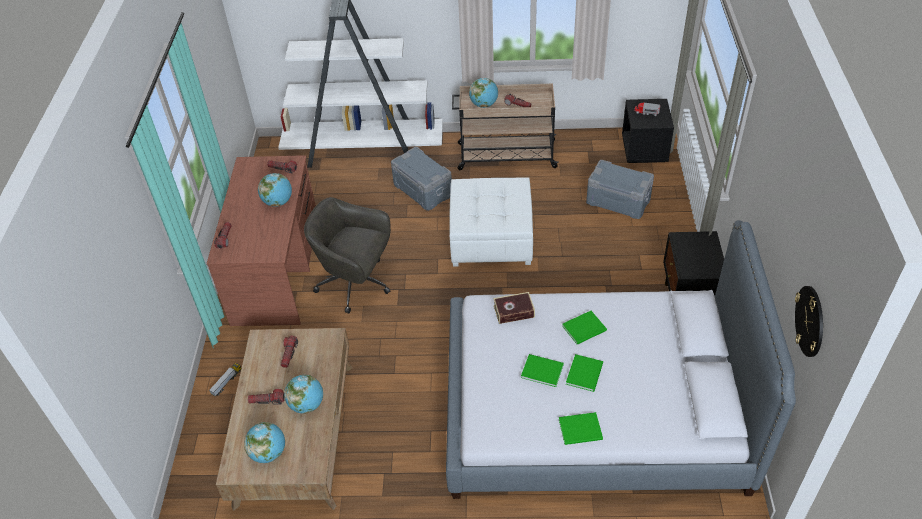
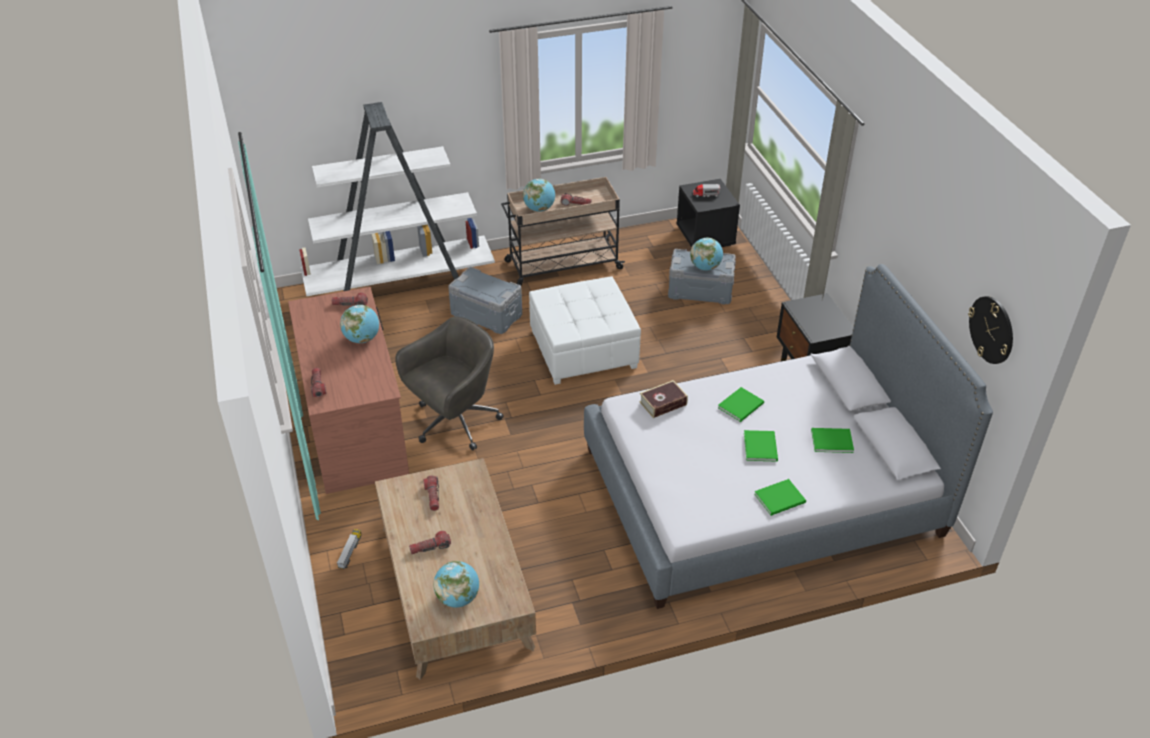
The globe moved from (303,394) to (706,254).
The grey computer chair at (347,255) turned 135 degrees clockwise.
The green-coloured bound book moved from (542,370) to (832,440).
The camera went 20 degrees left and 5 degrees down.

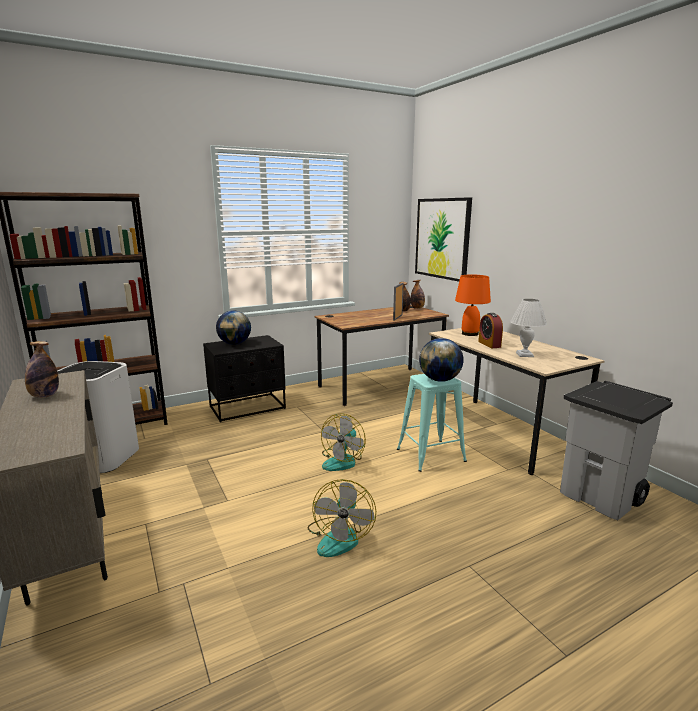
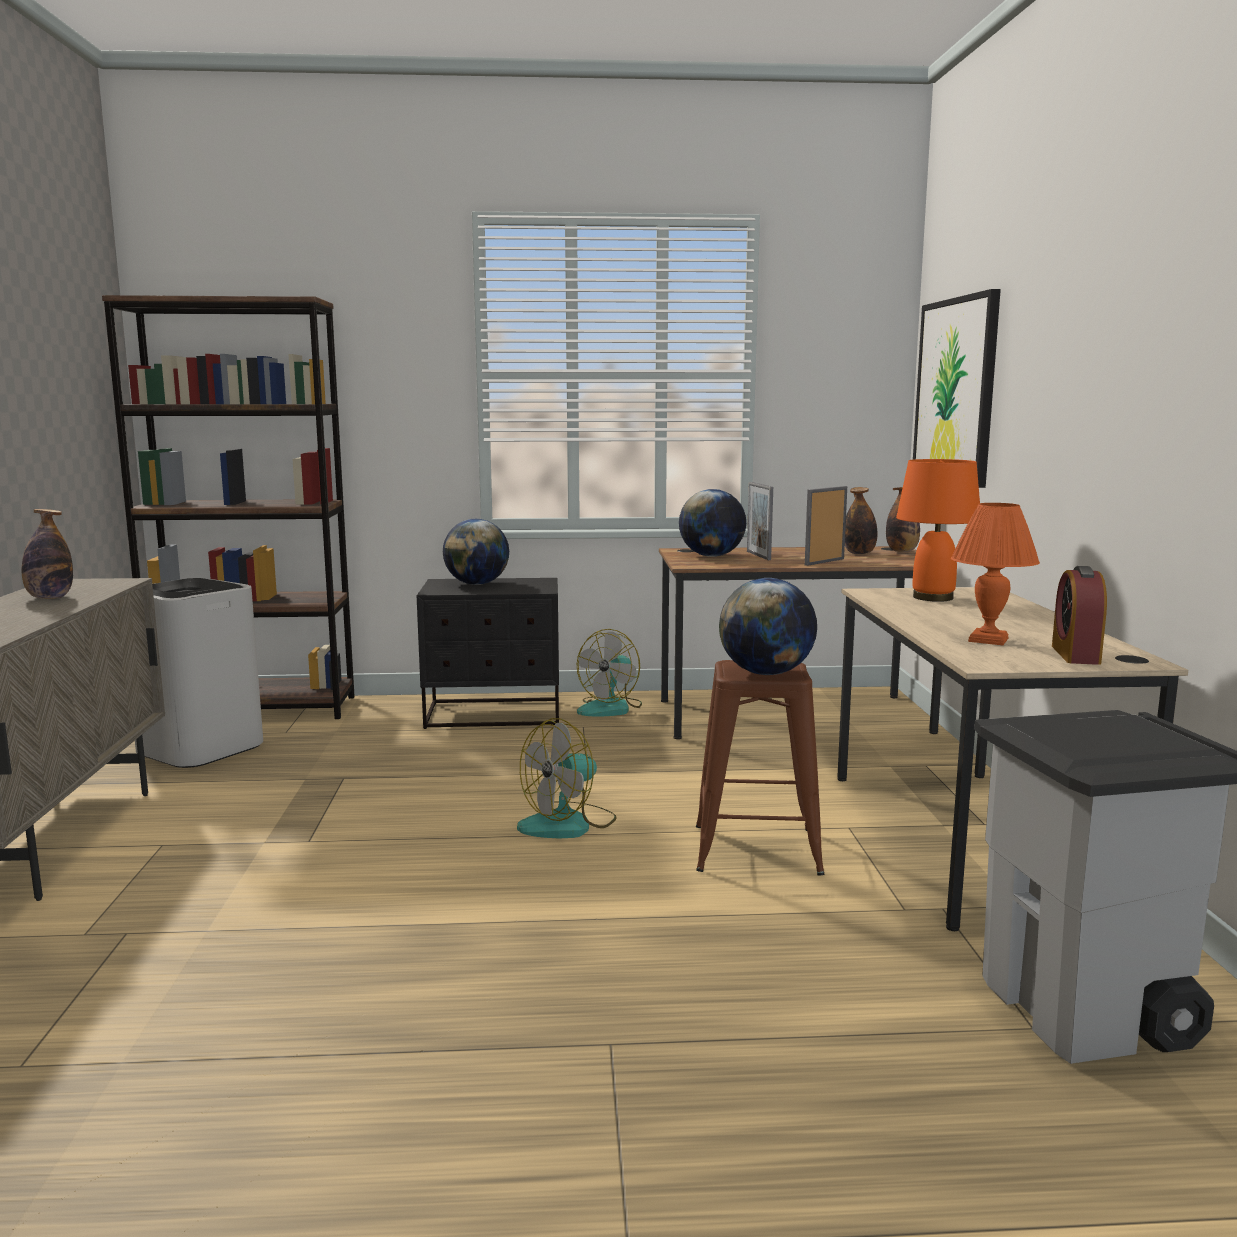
The fan moved from (342,518) to (609,673).
The turquoise-coloured stool seat at (432,423) became the brown-coloured stool seat at (760,768).
The alarm clock moved from (490,330) to (1079,615).
The whitish table lamp at (528,328) became the orangey table lamp at (995,574).
The globe at (712,523) appeared.
The standing frame at (760,521) appeared.
The camera went 25 degrees right and 5 degrees down.

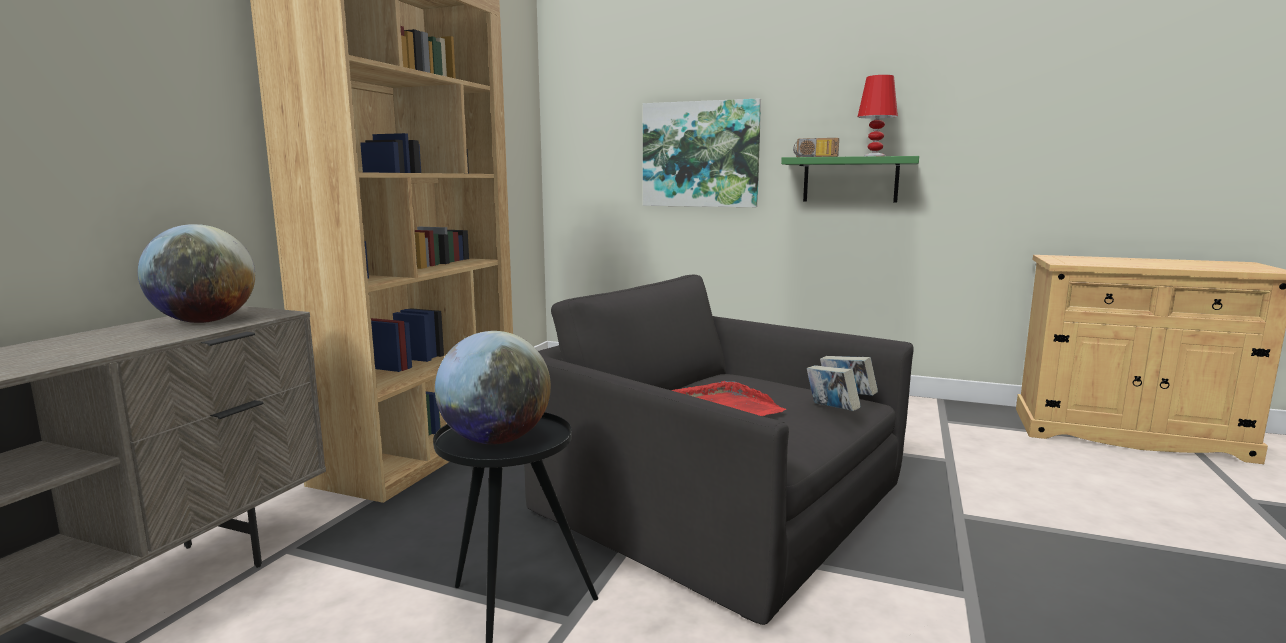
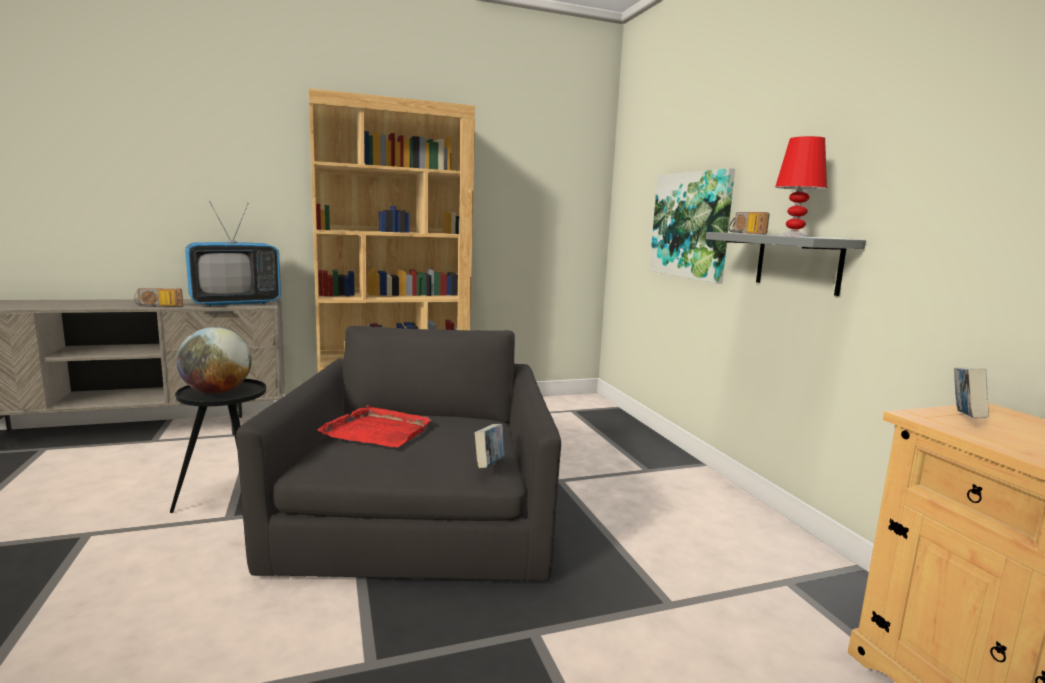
The globe at (196,273) was replaced by the television at (233,253).
The green-coloured wall shelf at (850,179) became the grey wall shelf at (786,264).
The bound book moved from (834,388) to (971,393).
The radio set at (158,297) appeared.
The camera went 50 degrees right and 0 degrees up.

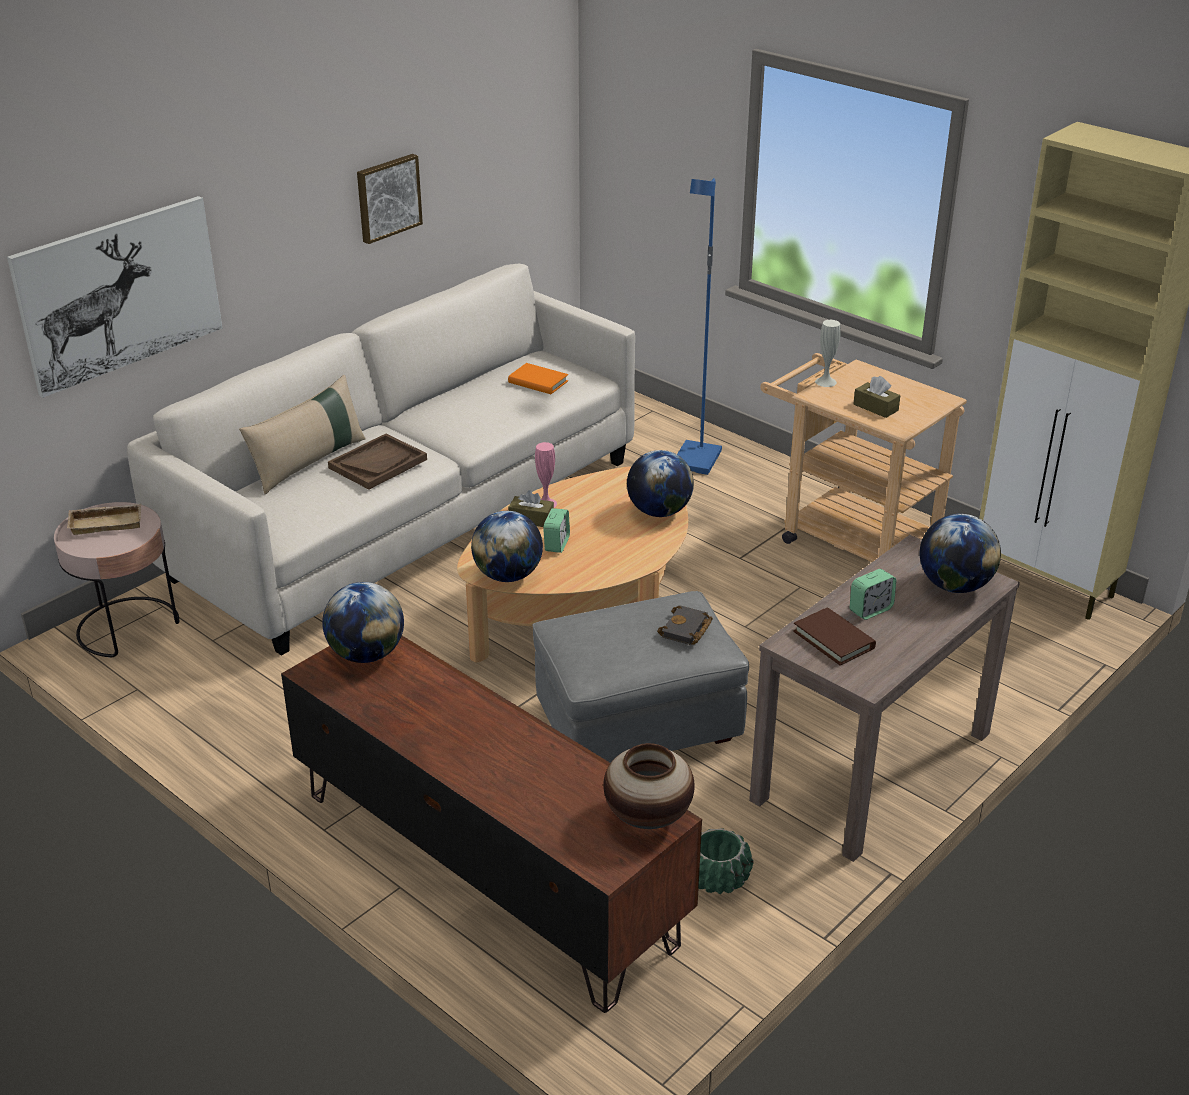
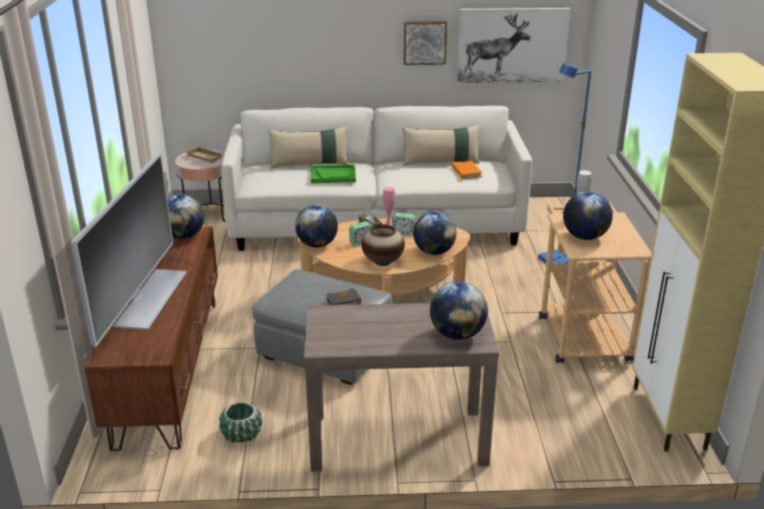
The wall picture moved from (114,297) to (513,46).
The brown-coloured serving tray at (377,461) became the green-coloured serving tray at (333,173).
The flower vase moved from (649,786) to (383,245).
The brown-coloured bound book at (834,636) disappeared.
The alarm clock moved from (873,594) to (403,224).
The brown-coloured box of tissues at (876,397) was replaced by the globe at (588,216).
The television at (129,250) appeared.
The beige-coloured throw pillow at (441,145) appeared.
The camera went 45 degrees right and 5 degrees down.

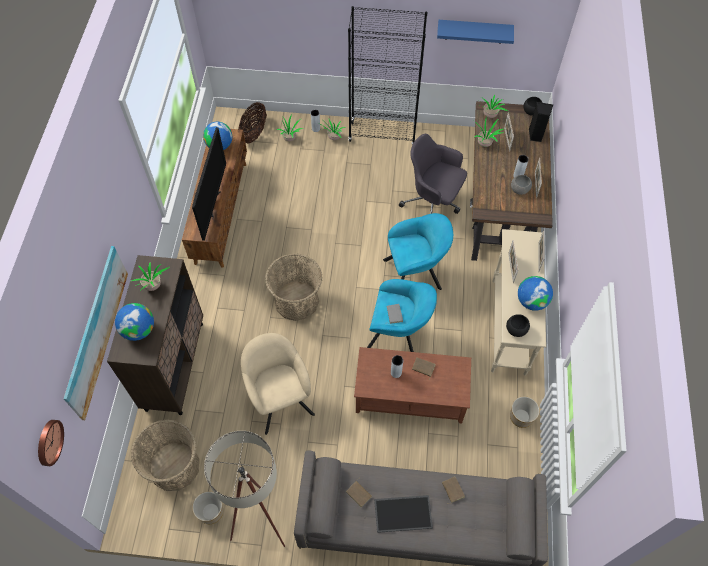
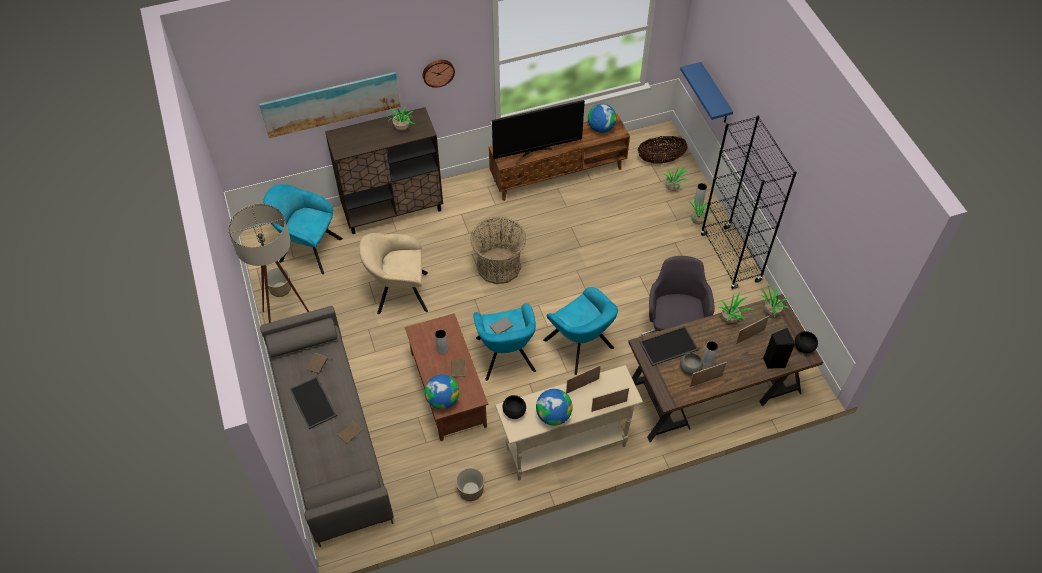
The clock on the wall moved from (51,443) to (439,74).
The globe moved from (134,322) to (442,391).
The household basket at (165,455) was replaced by the turquoise-coloured lounge chair at (303,229).
The beige-coloured lounge chair at (278,384) turned 135 degrees counterclockwise.
The blue-coloured wall shelf moved from (475,32) to (706,92).
The serving tray at (669,346) appeared.
The camera went 65 degrees right and 5 degrees down.

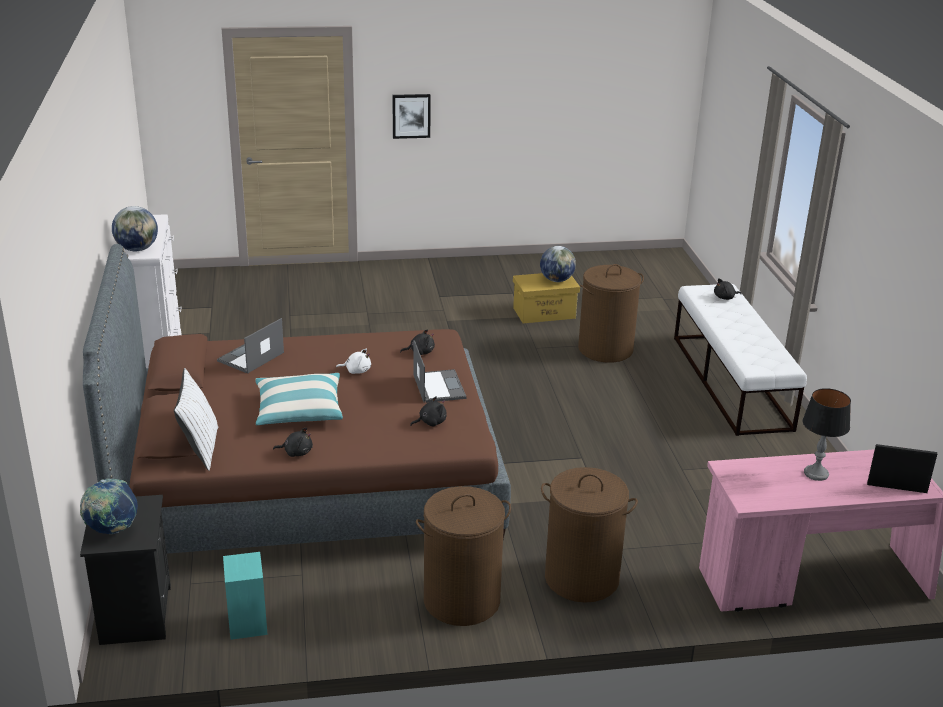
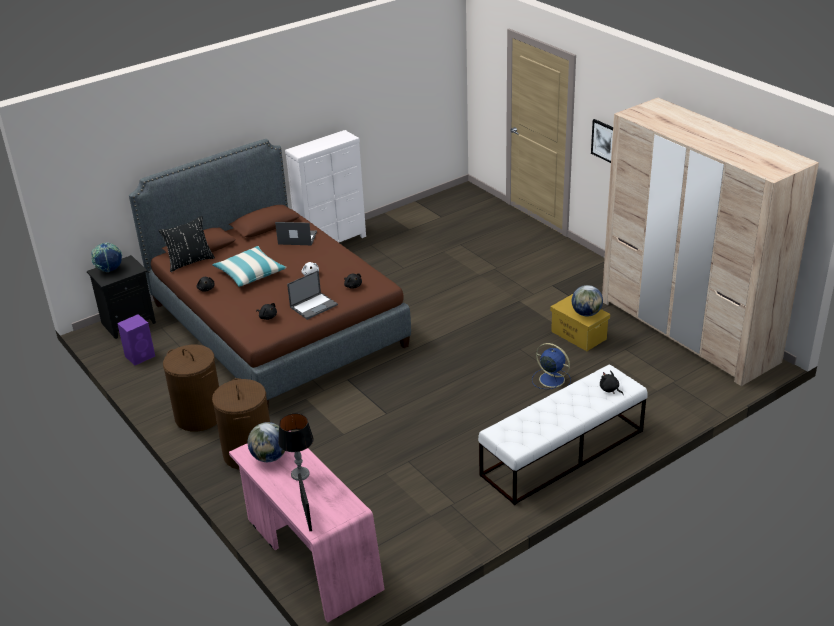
The globe moved from (135,228) to (266,442).
The whitish throw pillow at (196,419) became the black-coloured throw pillow at (186,244).
The turquoise-coloured speaker at (245,596) became the purple-coloured speaker at (136,339).
The brown-coloured washing basket at (611,313) was replaced by the blue-coloured fan at (551,366).
The beige-coloured wardrobe at (710,242) appeared.
The camera went 65 degrees right and 5 degrees up.

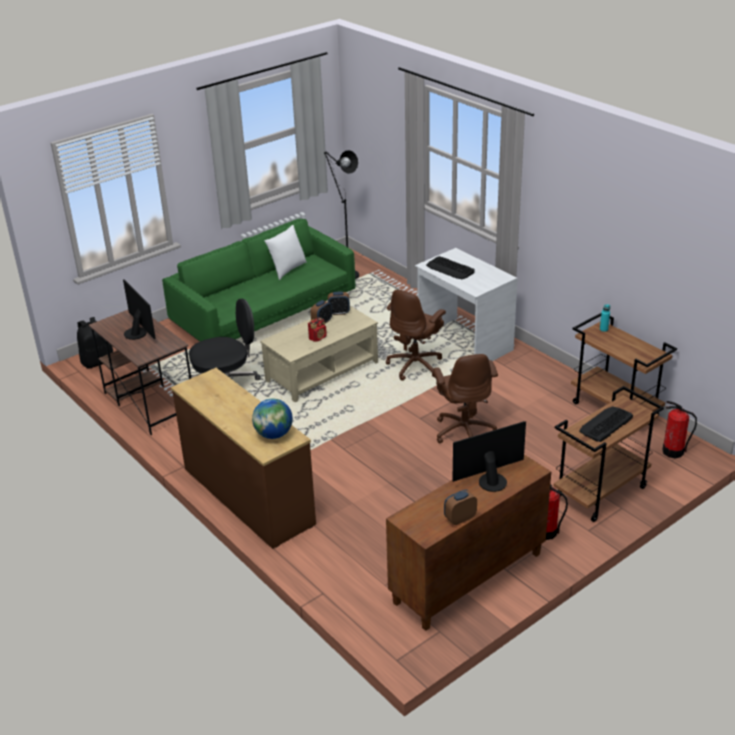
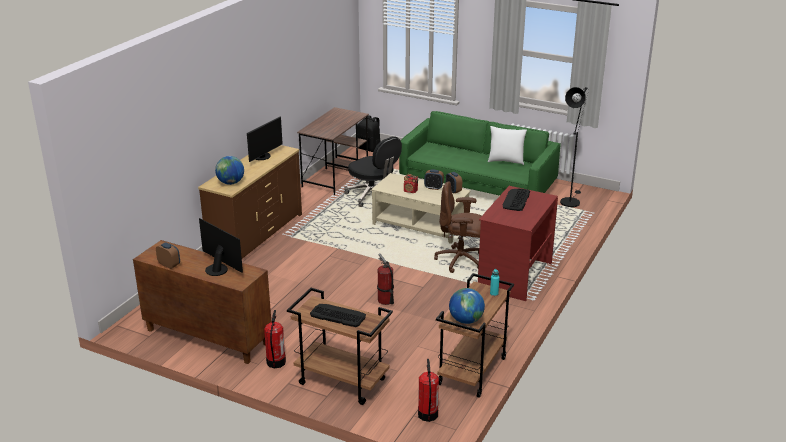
The computer display moved from (139,310) to (265,139).
The whitish desk at (466,304) became the red desk at (518,243).
The brown-coloured computer chair at (465,399) was replaced by the extinguisher at (385,279).
The globe at (467,306) appeared.
The camera went 65 degrees right and 5 degrees down.

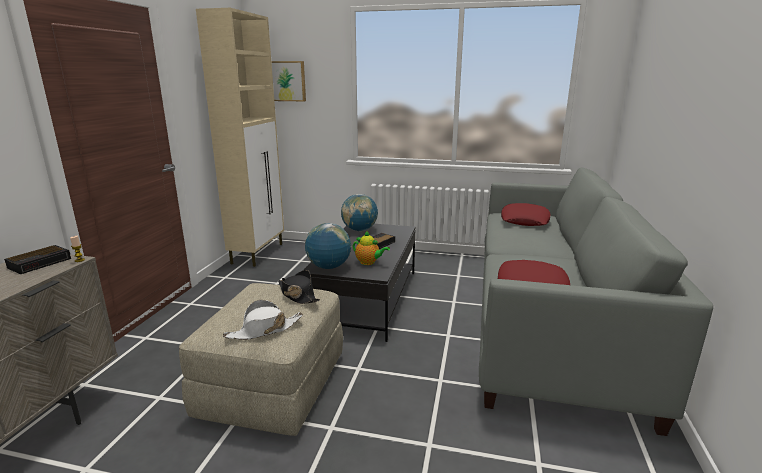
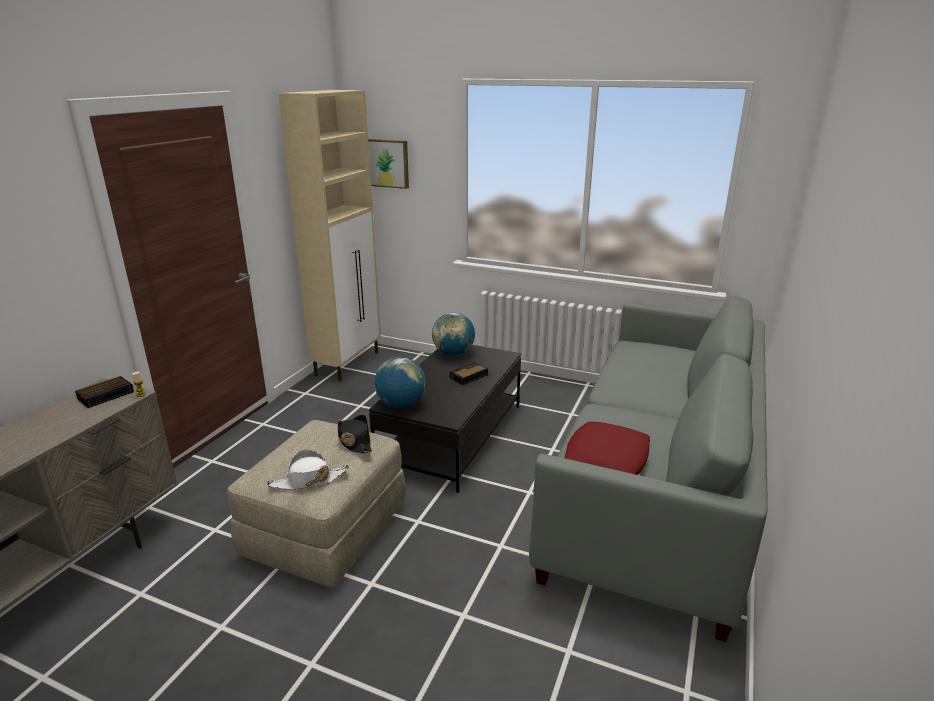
The teapot at (371,248) disappeared.
The red throw pillow at (526,214) disappeared.
The camera went 10 degrees right and 5 degrees up.

